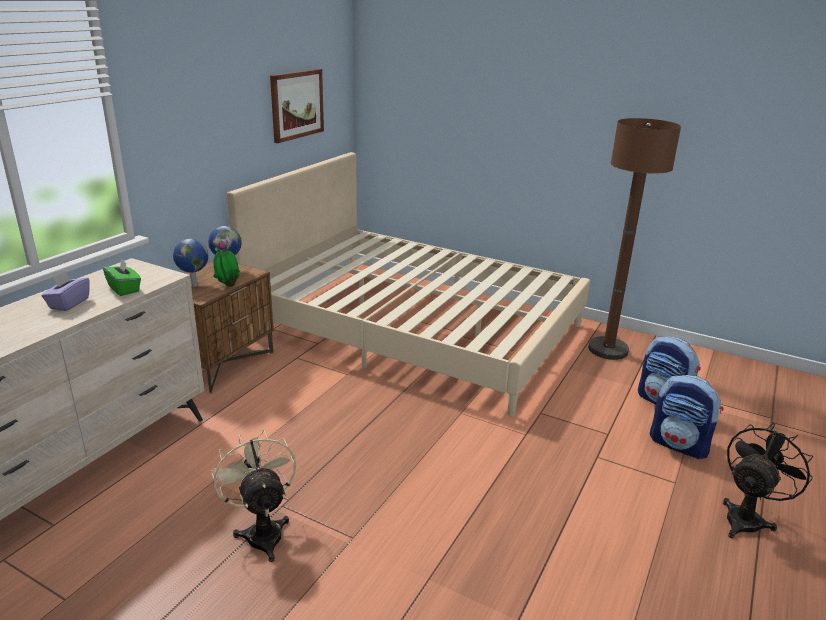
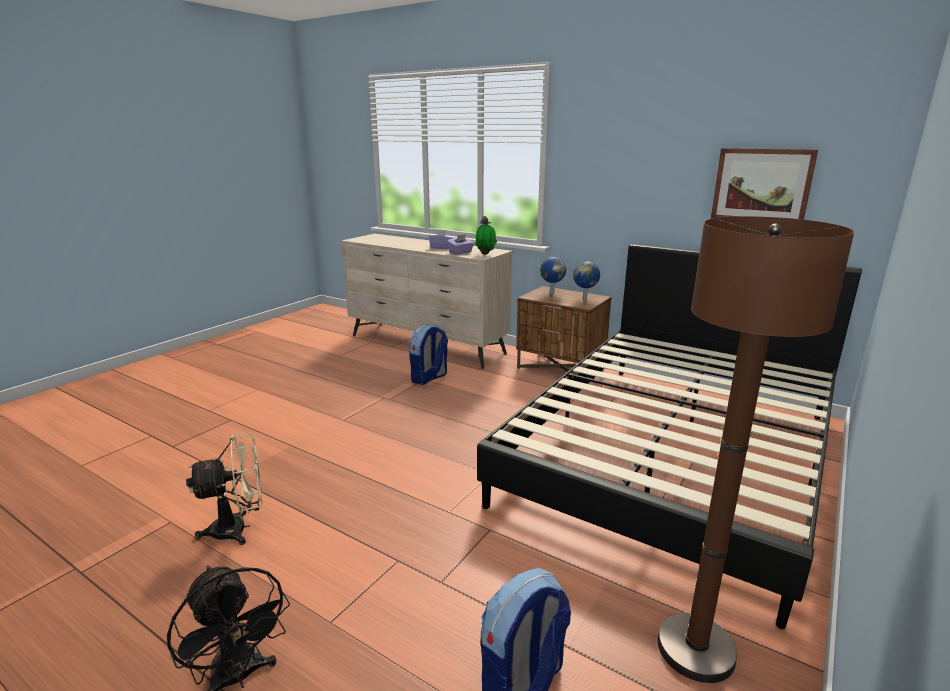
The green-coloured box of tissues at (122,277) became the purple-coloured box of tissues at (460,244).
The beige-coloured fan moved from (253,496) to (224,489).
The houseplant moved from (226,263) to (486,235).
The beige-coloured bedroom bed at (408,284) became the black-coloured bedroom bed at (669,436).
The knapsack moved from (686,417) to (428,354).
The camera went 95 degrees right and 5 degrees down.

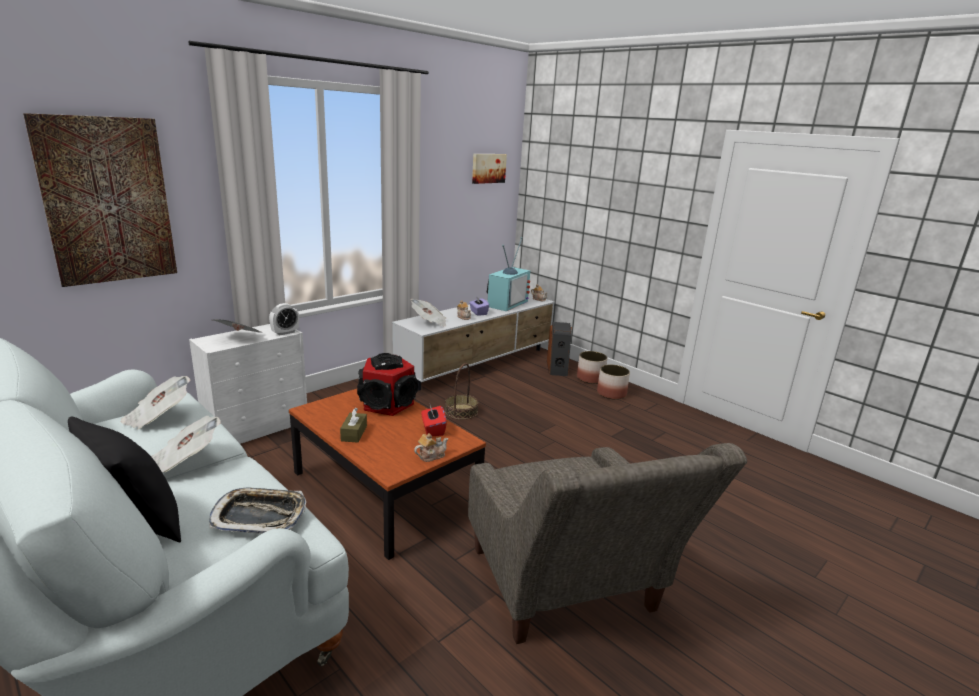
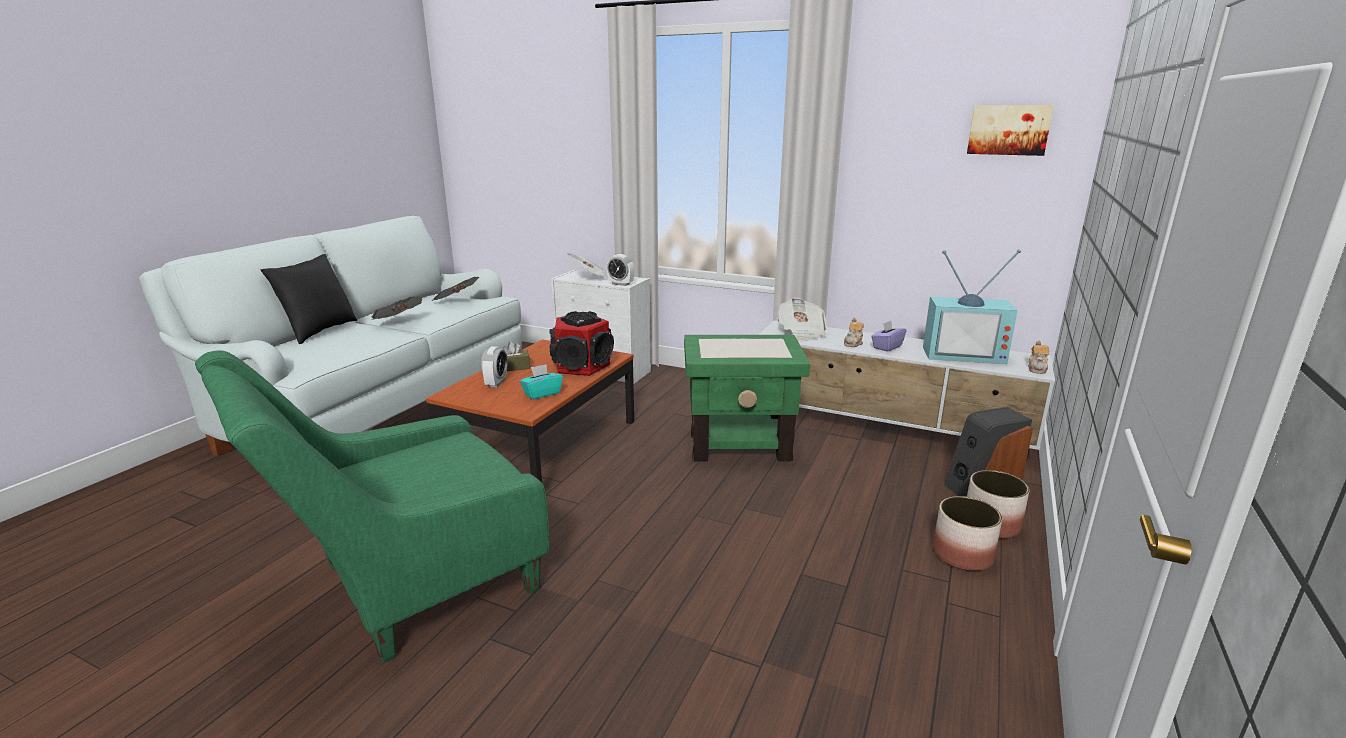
The wall picture at (100,200) disappeared.
The serving tray at (257,511) disappeared.
The teapot at (431,447) disappeared.
The red box of tissues at (434,420) became the turquoise-coloured box of tissues at (541,382).
The household basket at (461,391) was replaced by the green-coloured accent table at (747,398).
The grey lounge chair at (607,543) became the green-coloured lounge chair at (372,506).
The alarm clock at (494,366) appeared.
The camera went 70 degrees right and 0 degrees up.

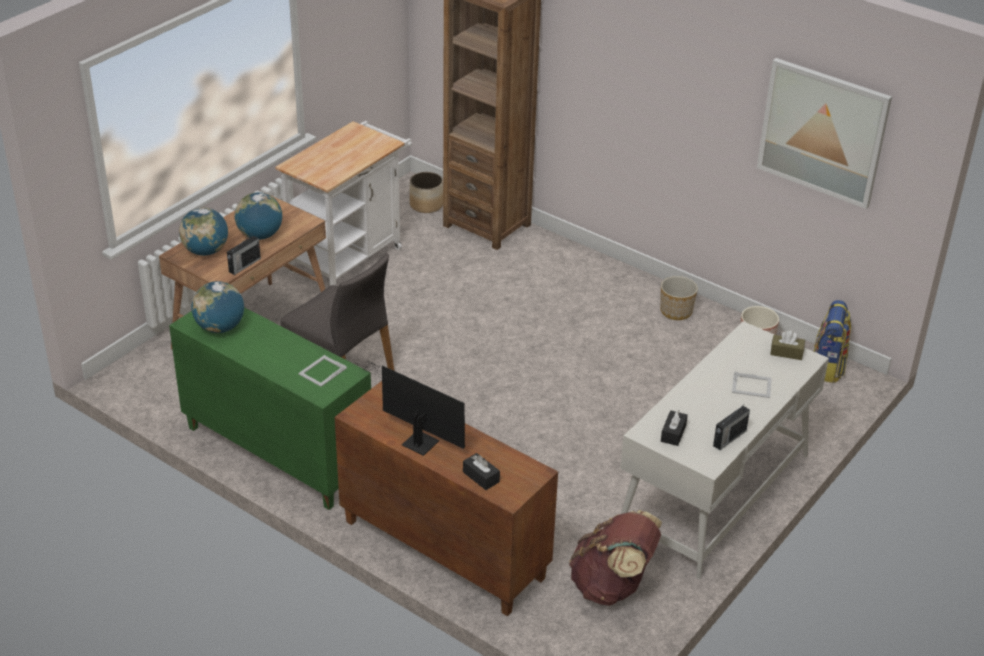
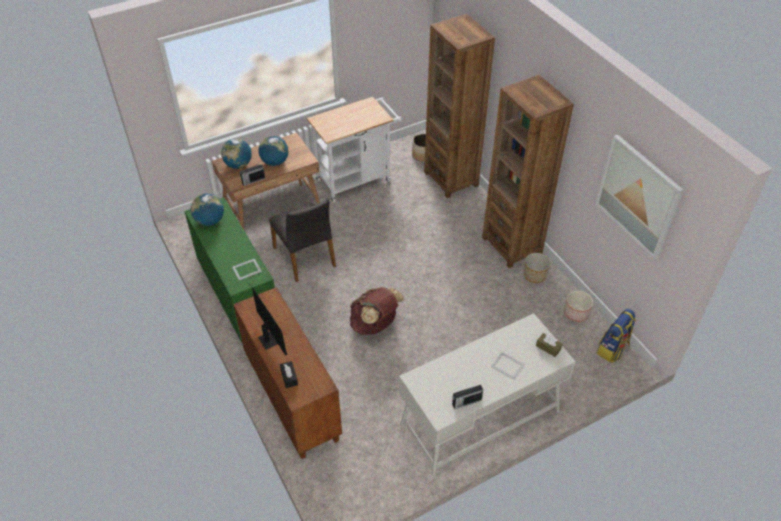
The brown-coloured knapsack moved from (615,558) to (377,311).
The black-coloured box of tissues at (674,428) disappeared.
The brown-coloured bookcase at (528,171) appeared.
The camera went 25 degrees right and 10 degrees up.

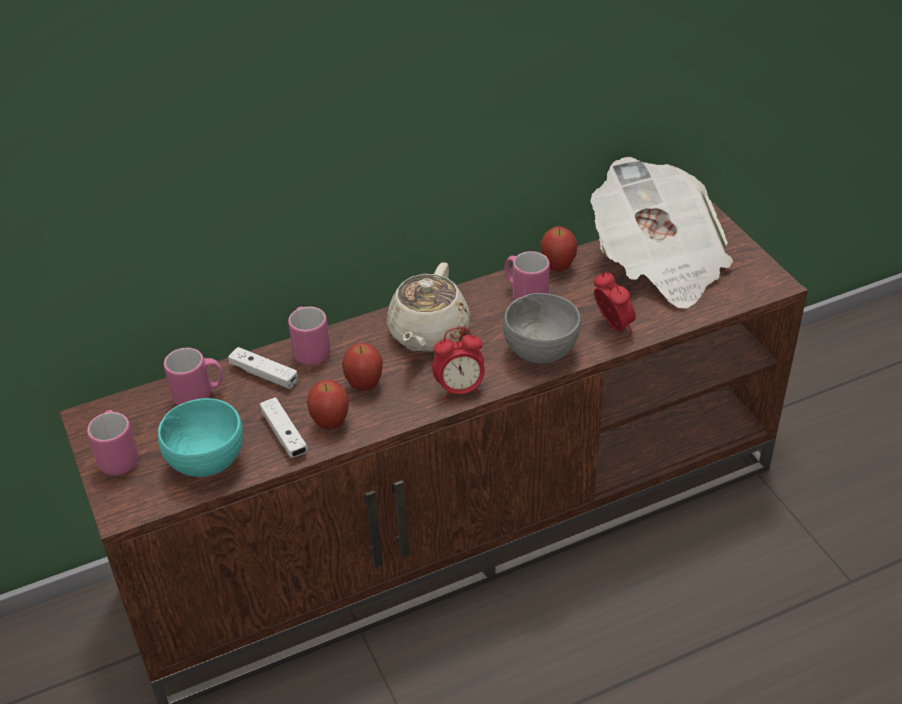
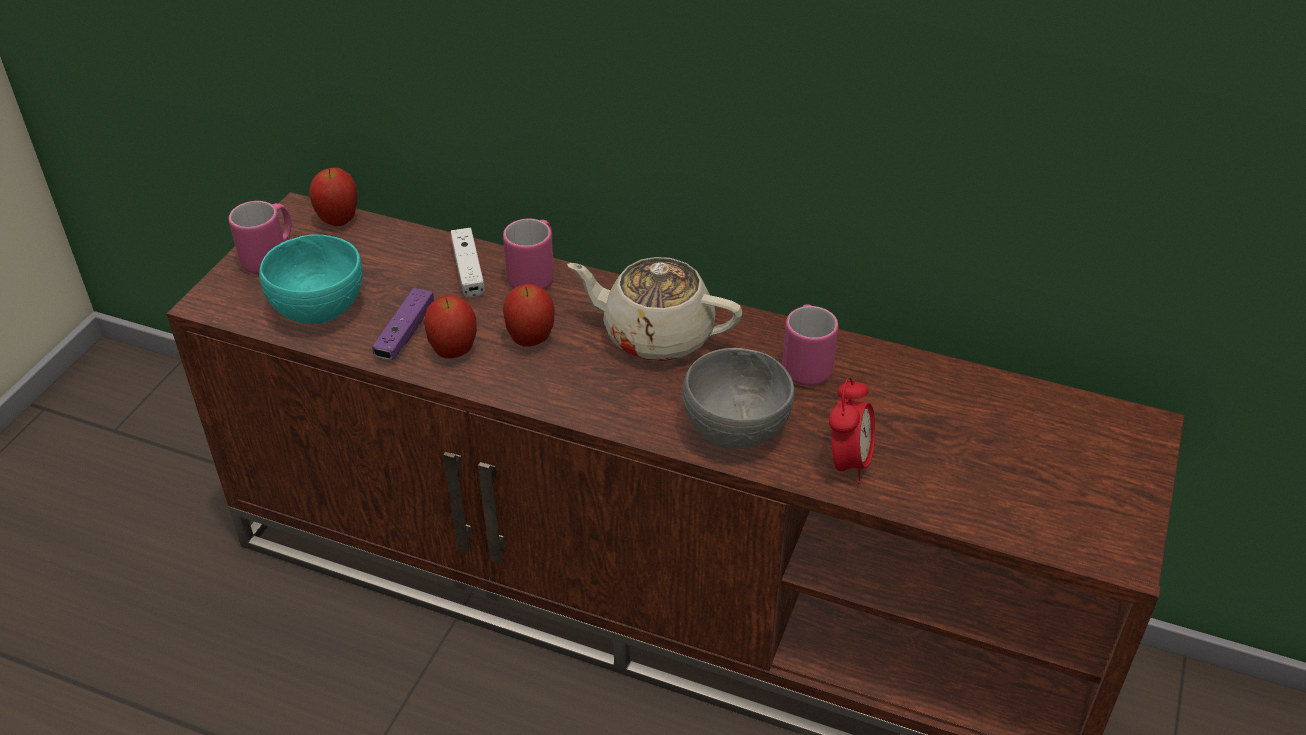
The pinkish tea mug at (193,376) disappeared.
The whitish joypad at (284,427) became the purple-coloured joypad at (403,324).
The beige-coloured teapot at (428,307) turned 45 degrees clockwise.
The alarm clock at (458,364) disappeared.
The apple fruit moved from (558,249) to (333,197).
The daily paper at (661,233) disappeared.
The camera went 45 degrees right and 0 degrees up.

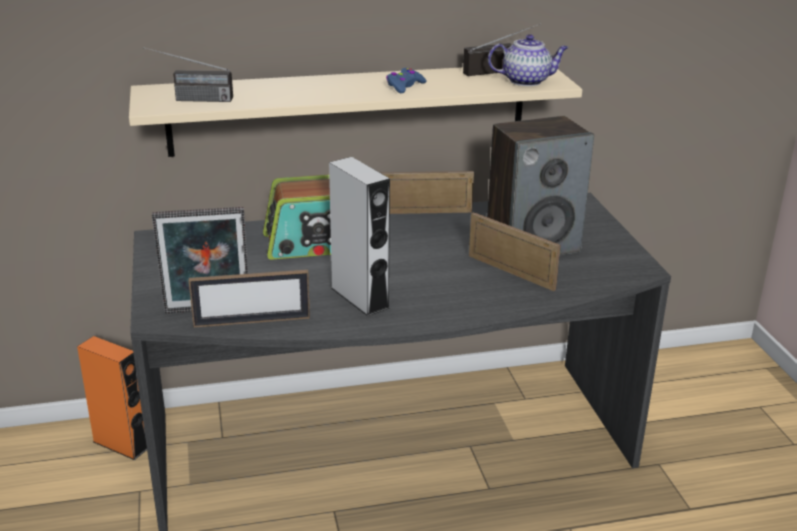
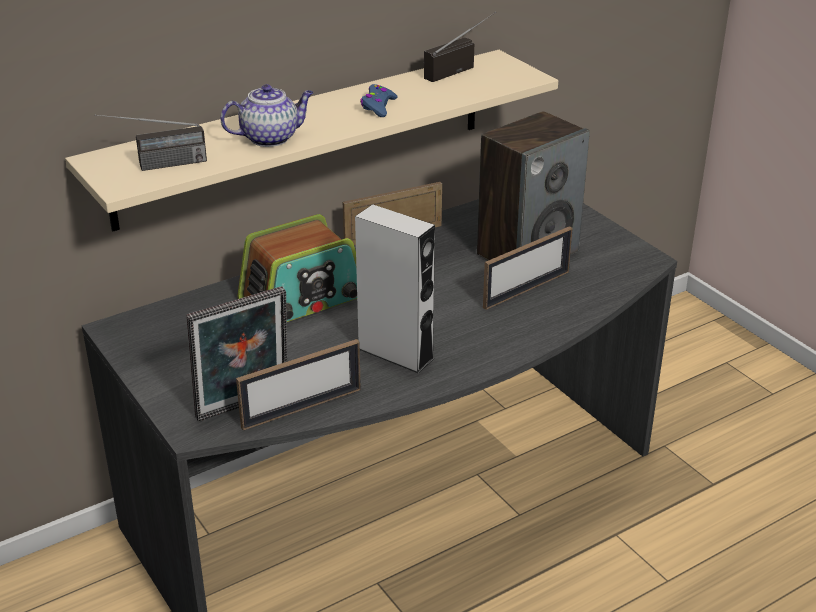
The orangey speaker at (112,398) disappeared.
The standing frame at (515,251) turned 120 degrees clockwise.
The teapot moved from (528,60) to (267,115).
The camera went 20 degrees left and 5 degrees up.

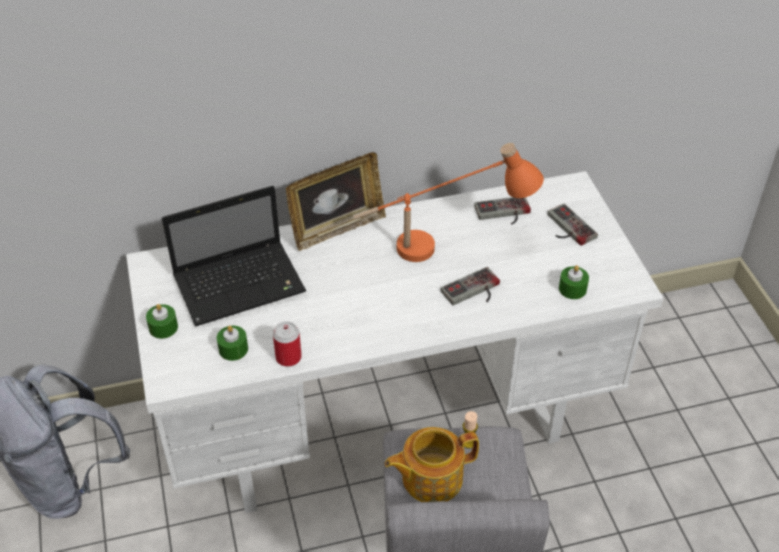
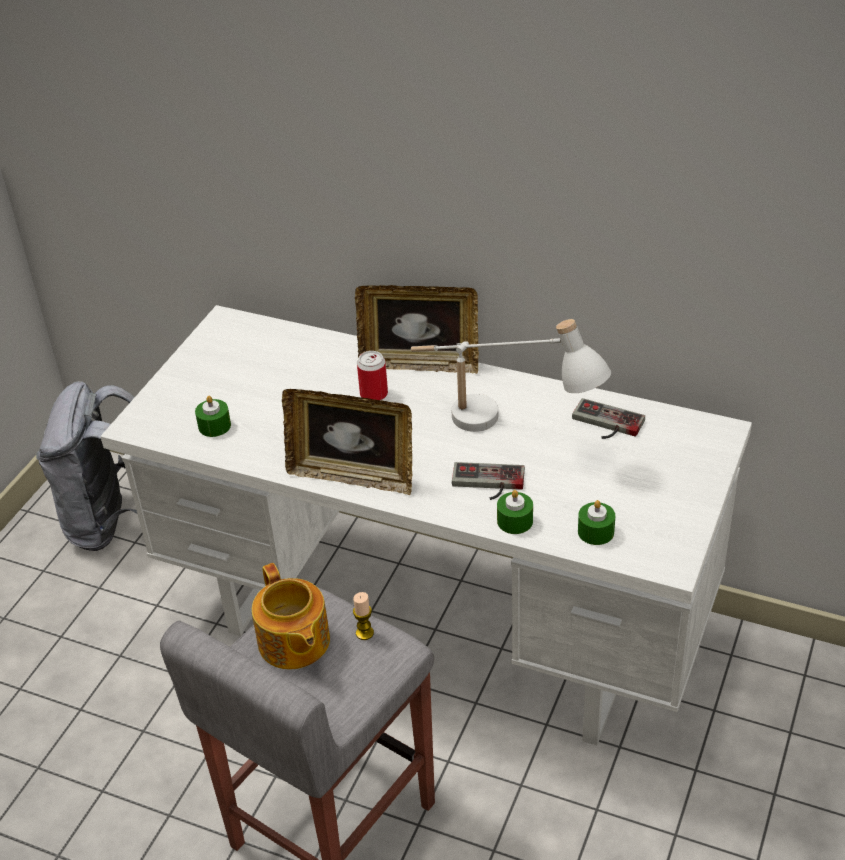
The green-coloured wax candle moved from (162,321) to (515,512).
The notebook computer at (234,256) disappeared.
The can moved from (287,344) to (372,375).
The orangey table lamp at (448,202) became the whitish table lamp at (511,375).
The teapot at (432,464) turned 135 degrees counterclockwise.
The joypad at (572,225) disappeared.
The standing frame at (347,442) appeared.
The camera went 40 degrees right and 5 degrees down.

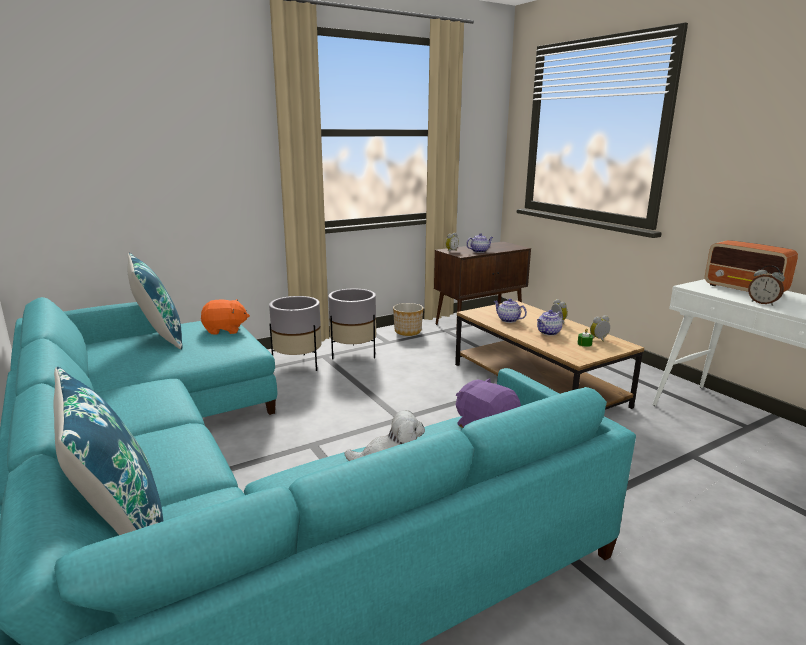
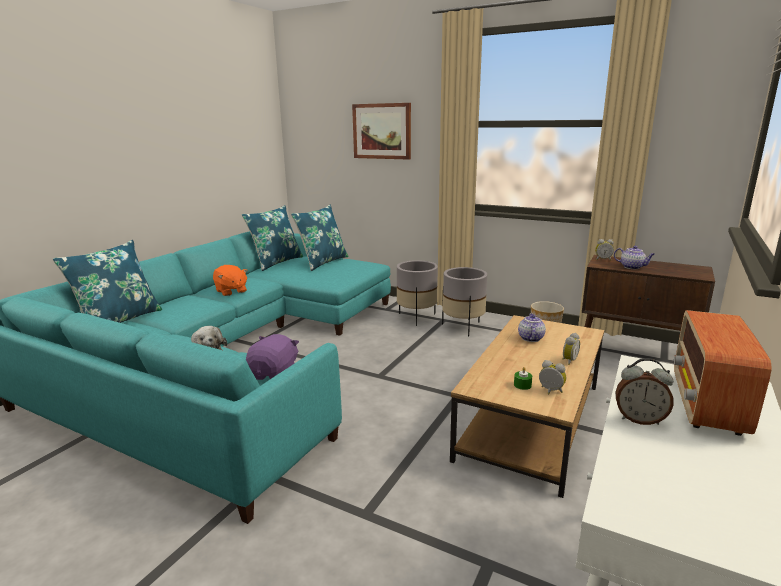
The orangey soft toy moved from (225,316) to (230,280).
The teapot at (550,323) disappeared.
The alarm clock at (766,285) turned 90 degrees counterclockwise.
The blue-coloured throw pillow at (272,238) appeared.
The wall picture at (381,131) appeared.
The camera went 60 degrees right and 0 degrees up.

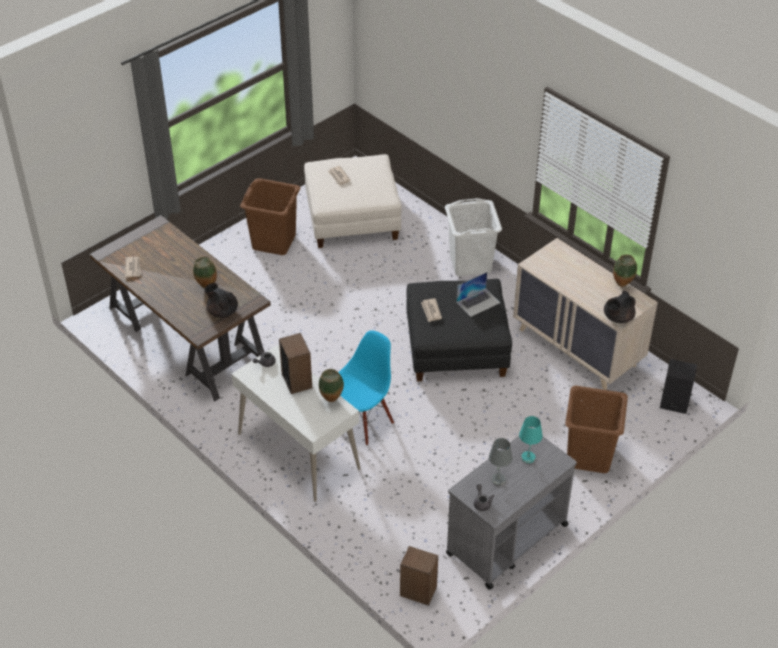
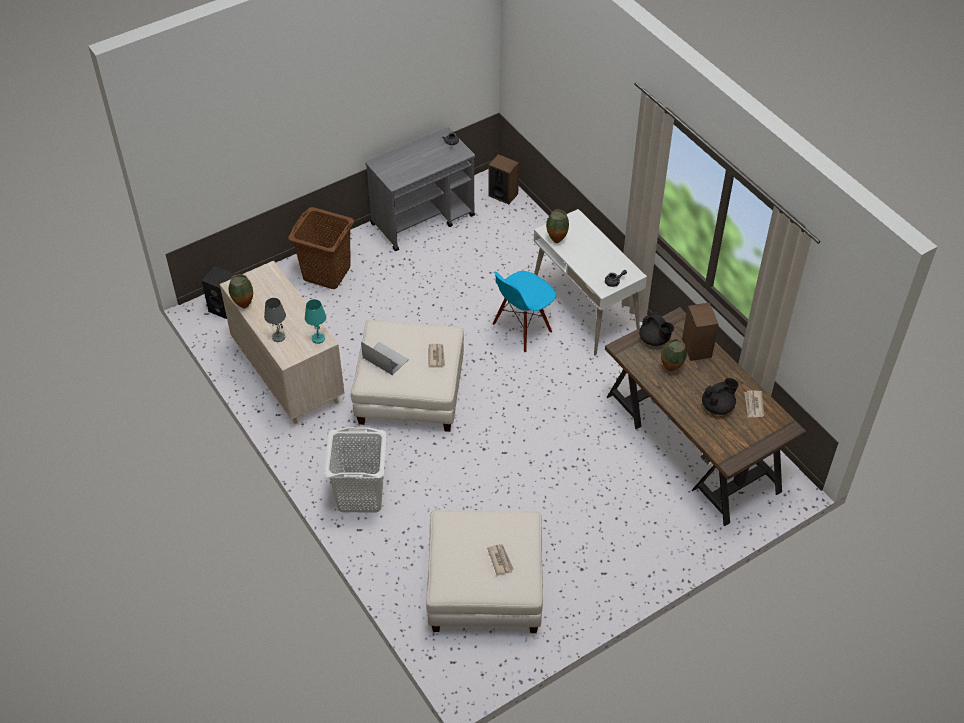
The brown-coloured washing basket at (270,216) disappeared.
The speaker moved from (295,363) to (700,331).
The black-coloured footrest at (459,330) became the whitish footrest at (407,375).
The notebook computer at (478,294) turned 60 degrees clockwise.
The grey table lamp moved from (500,461) to (275,320).
The turquoise-coloured table lamp moved from (531,439) to (315,321).
The black-coloured teapot moved from (620,307) to (720,396).
The camera went 170 degrees left and 5 degrees up.

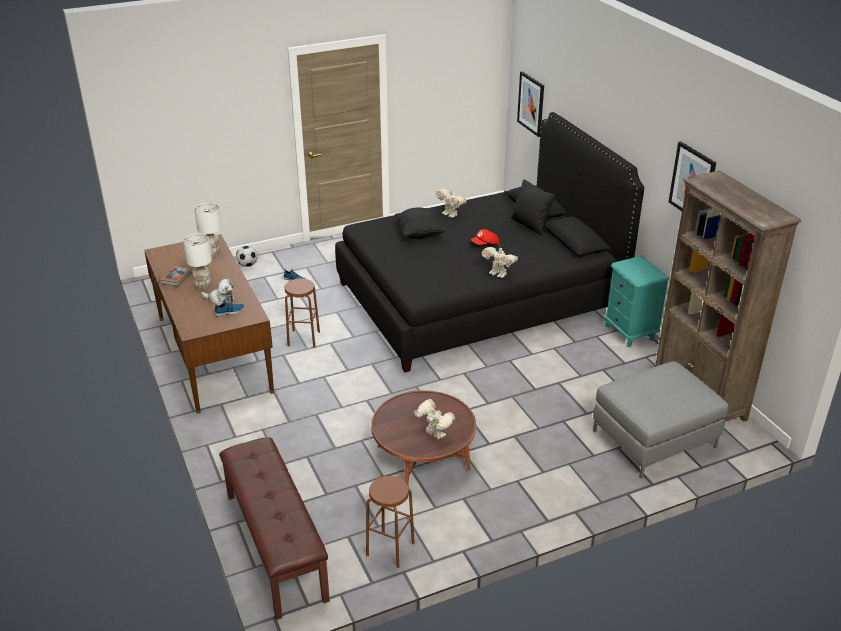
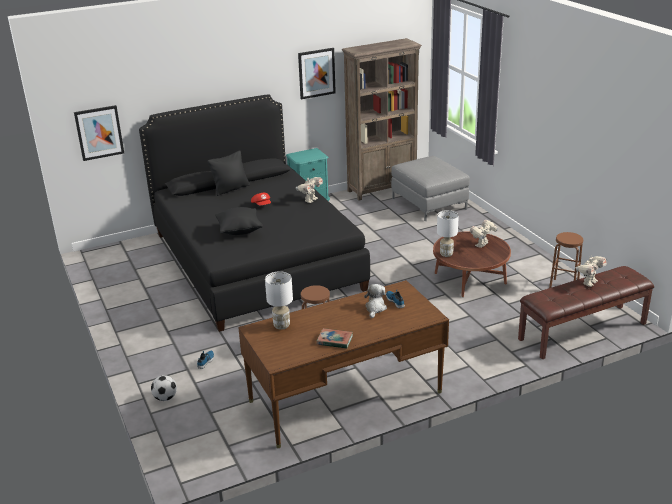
The whitish table lamp moved from (197,262) to (448,233).
The robot figure moved from (451,203) to (591,271).
The camera went 90 degrees left and 5 degrees down.

